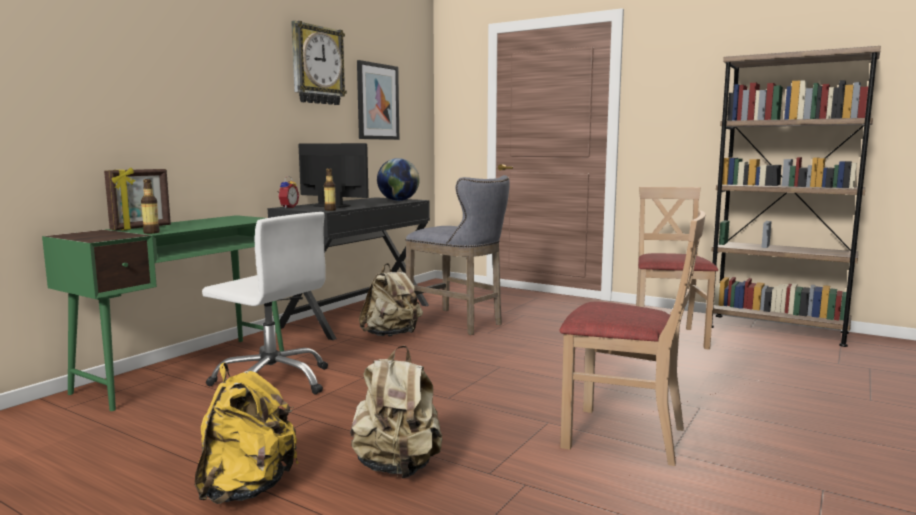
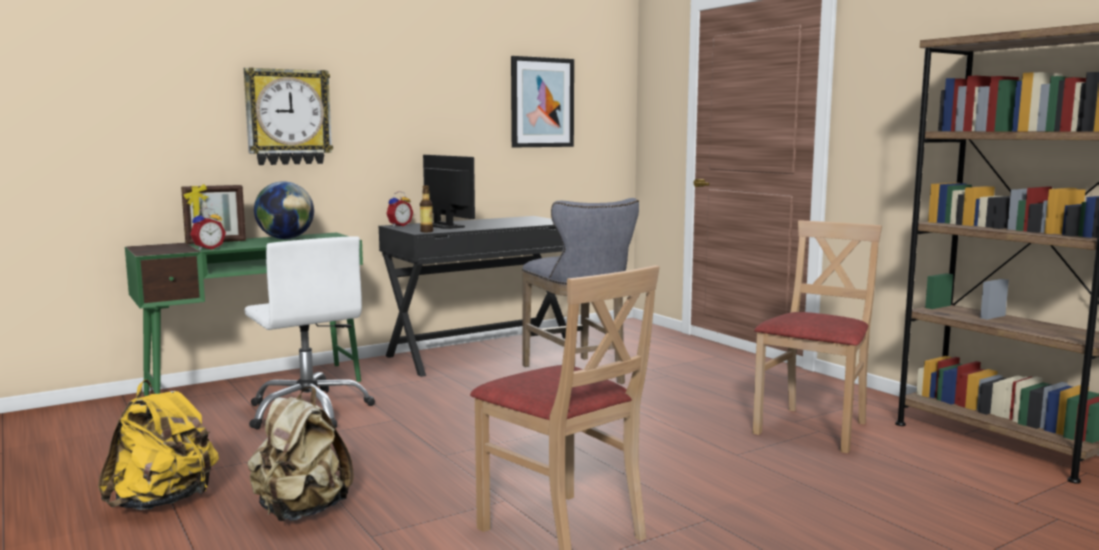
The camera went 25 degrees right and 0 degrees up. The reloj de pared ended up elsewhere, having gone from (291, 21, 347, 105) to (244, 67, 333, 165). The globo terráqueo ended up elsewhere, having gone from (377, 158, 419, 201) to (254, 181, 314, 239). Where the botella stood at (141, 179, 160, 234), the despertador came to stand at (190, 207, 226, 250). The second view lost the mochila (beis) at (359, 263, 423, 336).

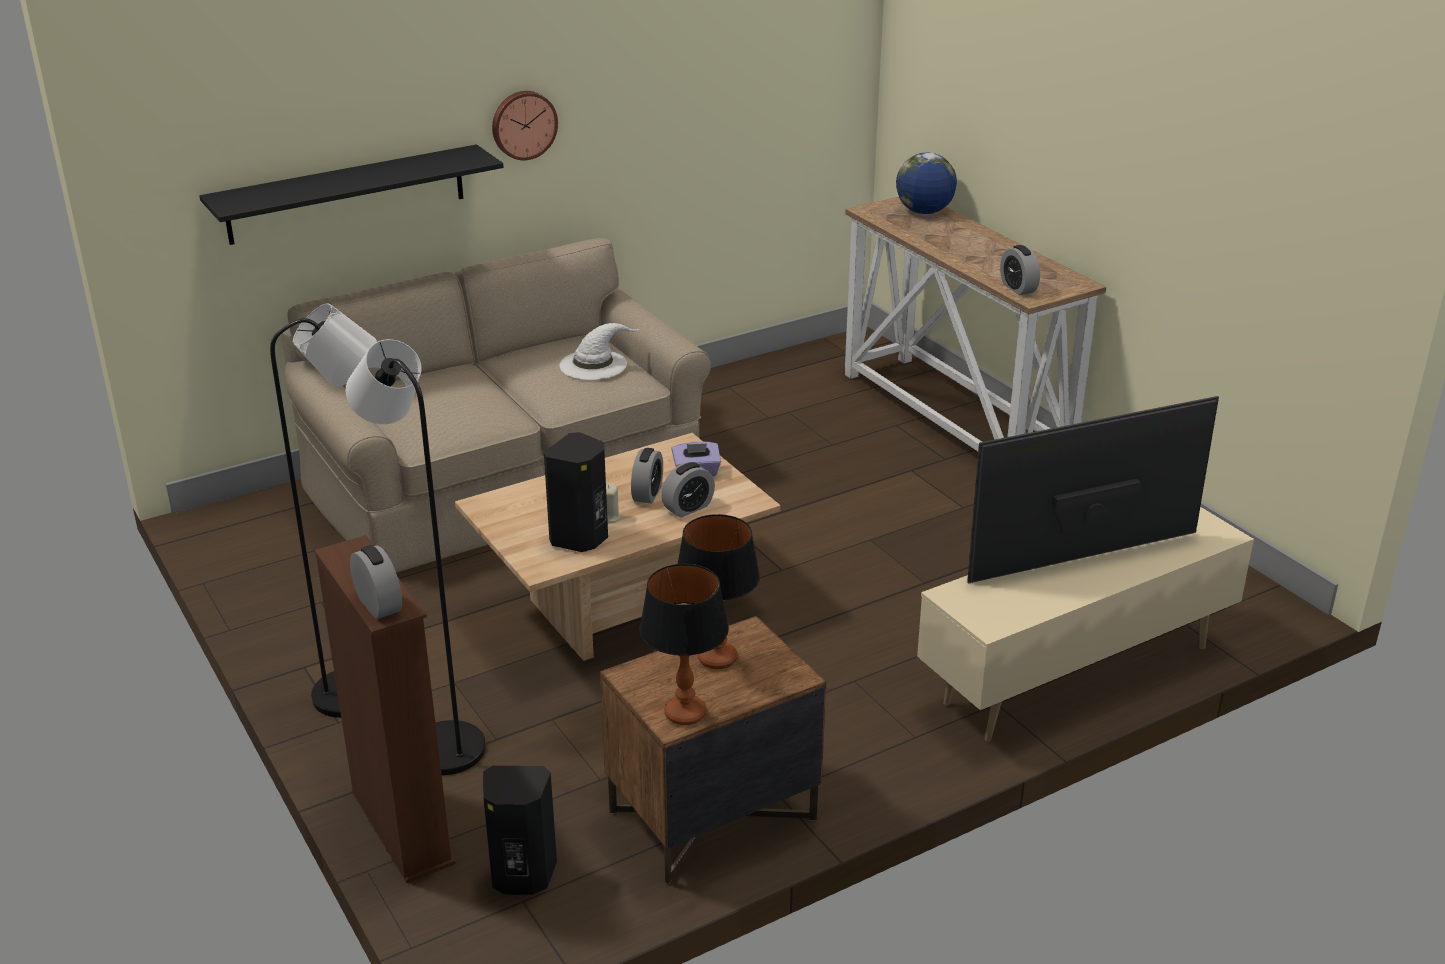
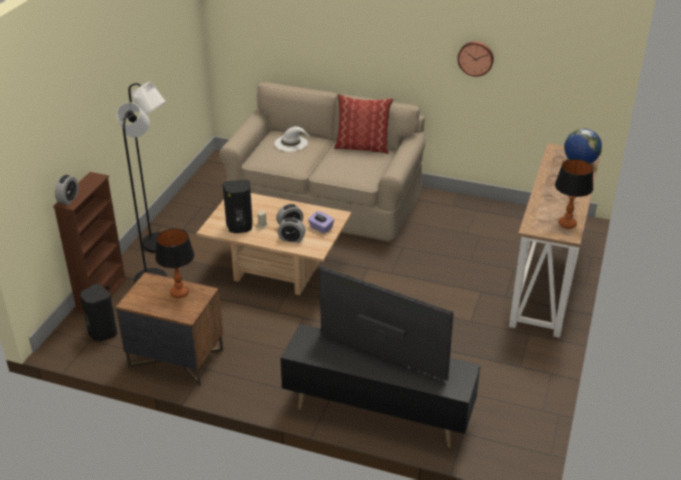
The camera went 50 degrees right and 5 degrees up. The reloj de pared ended up elsewhere, having gone from (492, 91, 558, 160) to (457, 41, 494, 77). The second view lost the estante (negro) at (199, 144, 503, 245). The second view lost the despertador at (1000, 245, 1040, 295). The sombrero (blanco) ended up elsewhere, having gone from (559, 323, 639, 380) to (274, 126, 311, 152). What was the mueble de televisión (beis) at (917, 507, 1254, 742) turned into the mueble de televisión (negro) at (280, 324, 480, 448). The lámpara de mesa ended up elsewhere, having gone from (639, 564, 729, 725) to (555, 159, 593, 229). The second view gained the cojín at (334, 94, 393, 154).

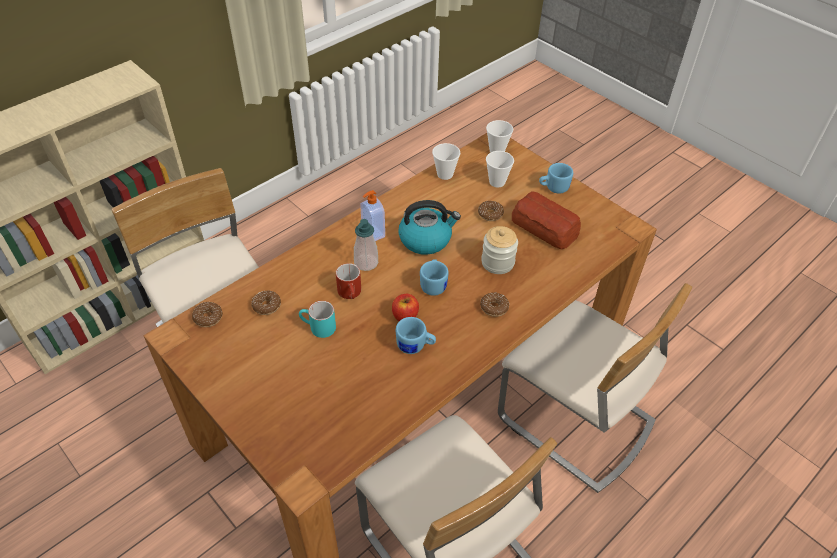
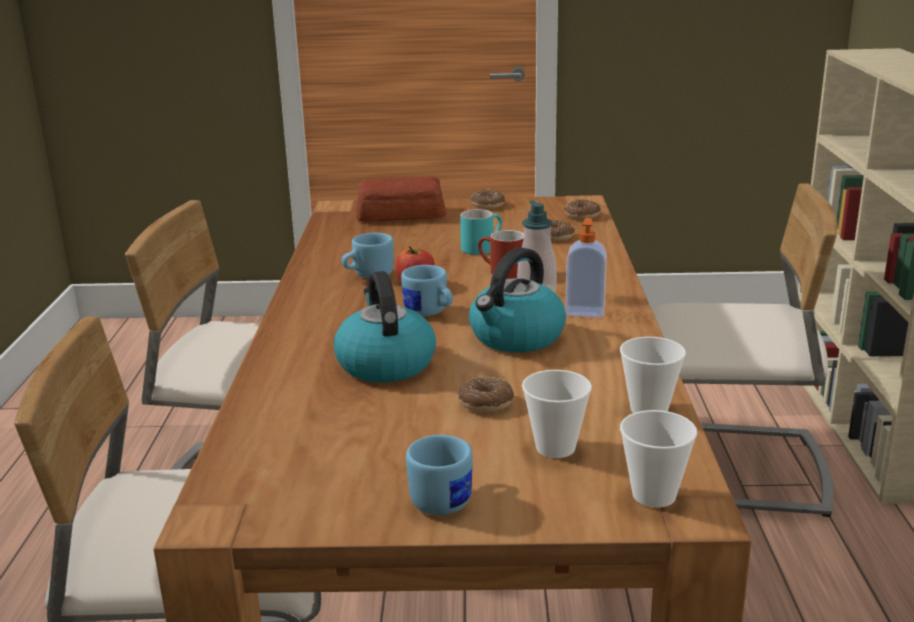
The camera went 135 degrees right and 25 degrees down. The pan ended up elsewhere, having gone from (512, 191, 581, 250) to (356, 176, 446, 221). Where the tarro stood at (481, 226, 518, 274), the hervidor came to stand at (334, 271, 436, 383). The rosquilla ended up elsewhere, having gone from (480, 292, 509, 317) to (471, 190, 505, 209).

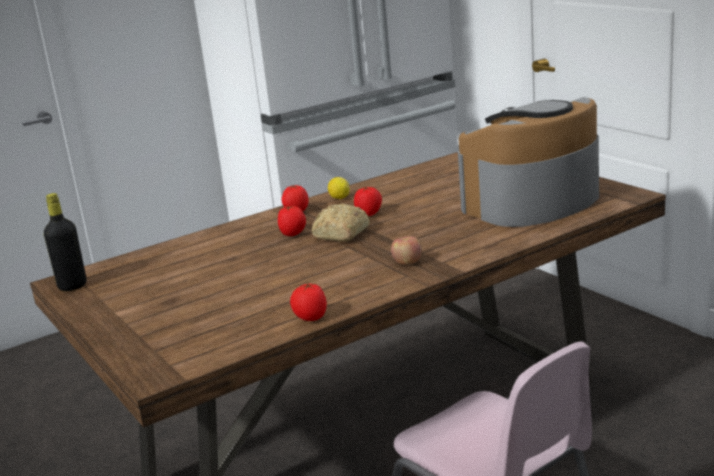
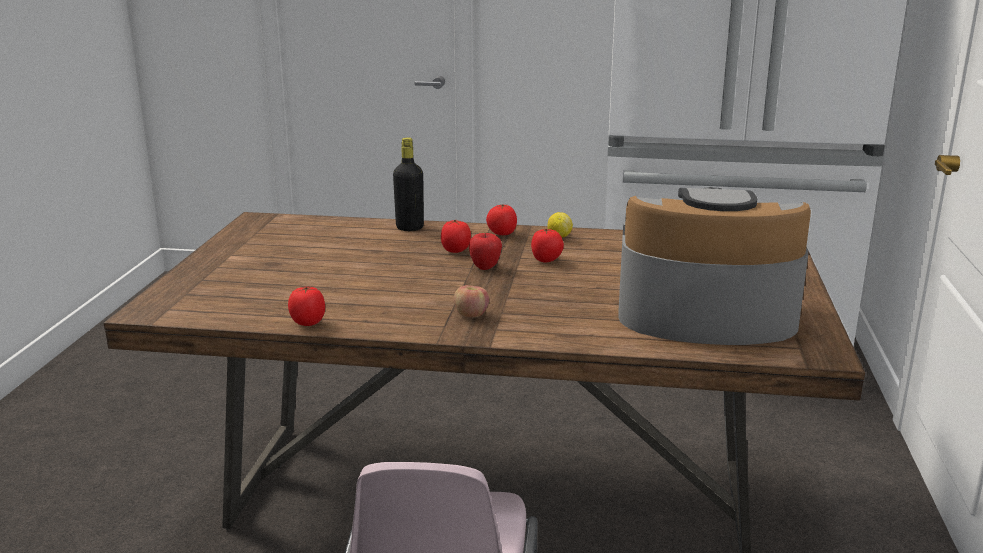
The camera went 40 degrees right and 0 degrees up. The botella (negro) ended up elsewhere, having gone from (44, 193, 87, 291) to (393, 137, 424, 231). Where the pan stood at (312, 203, 370, 242), the manzana came to stand at (469, 233, 502, 270).

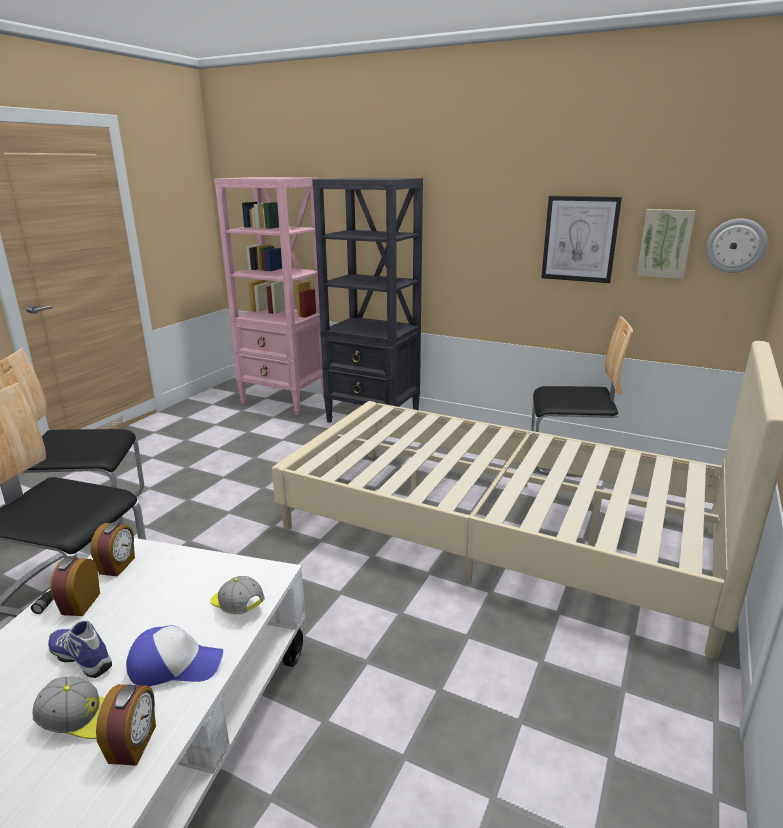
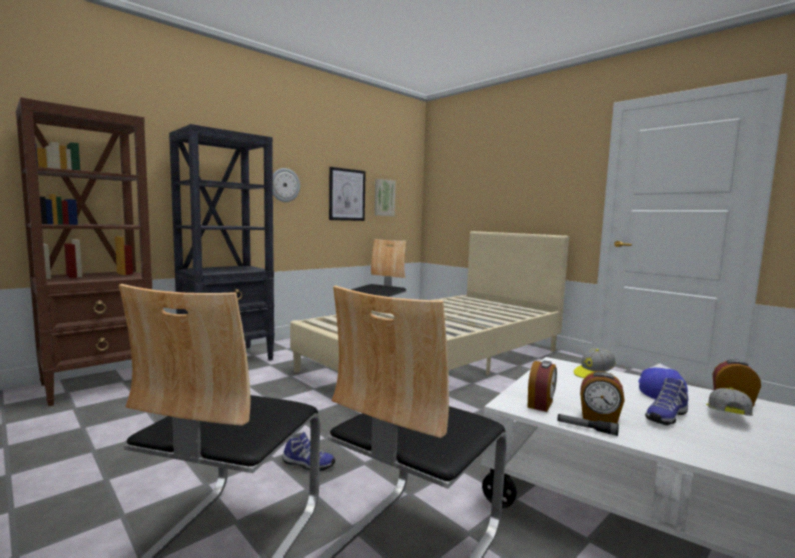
The camera went 70 degrees left and 15 degrees down. What was the estantería (rosa) at (214, 177, 324, 415) turned into the estantería (marrón) at (16, 97, 152, 406). The reloj de pared ended up elsewhere, having gone from (706, 219, 767, 273) to (273, 168, 300, 202). The despertador at (90, 522, 135, 576) ended up facing another way, 90 degrees clockwise from before. The second view gained the zapato at (282, 432, 335, 472).

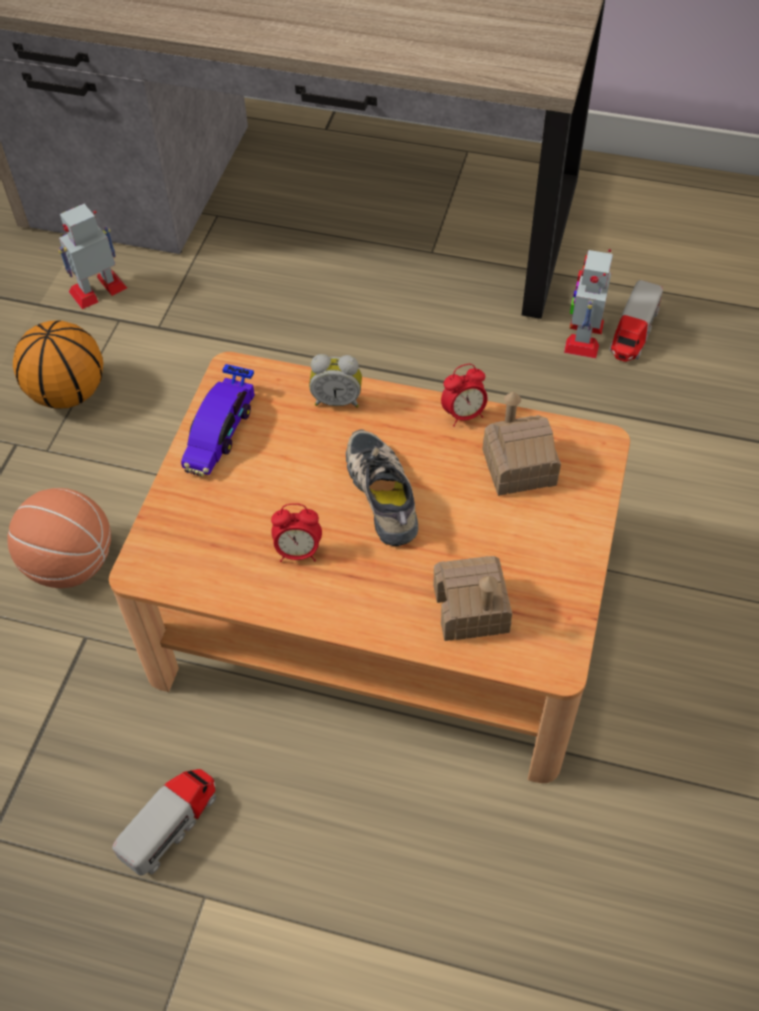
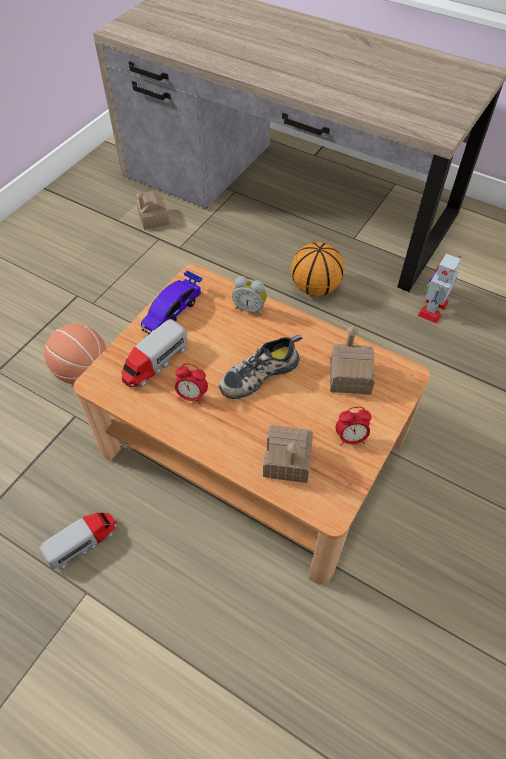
The camera went 15 degrees right and 0 degrees up. Where the robot de juguete stood at (58, 204, 127, 309), the casita came to stand at (136, 191, 169, 230). The camión de juguete ended up elsewhere, having gone from (609, 280, 663, 362) to (121, 319, 187, 387). The balón de baloncesto ended up elsewhere, having gone from (13, 320, 103, 409) to (291, 242, 344, 296). The despertador ended up elsewhere, having gone from (441, 364, 488, 427) to (335, 407, 372, 446). The zapato at (346, 429, 418, 546) ended up facing another way, 120 degrees counterclockwise from before.

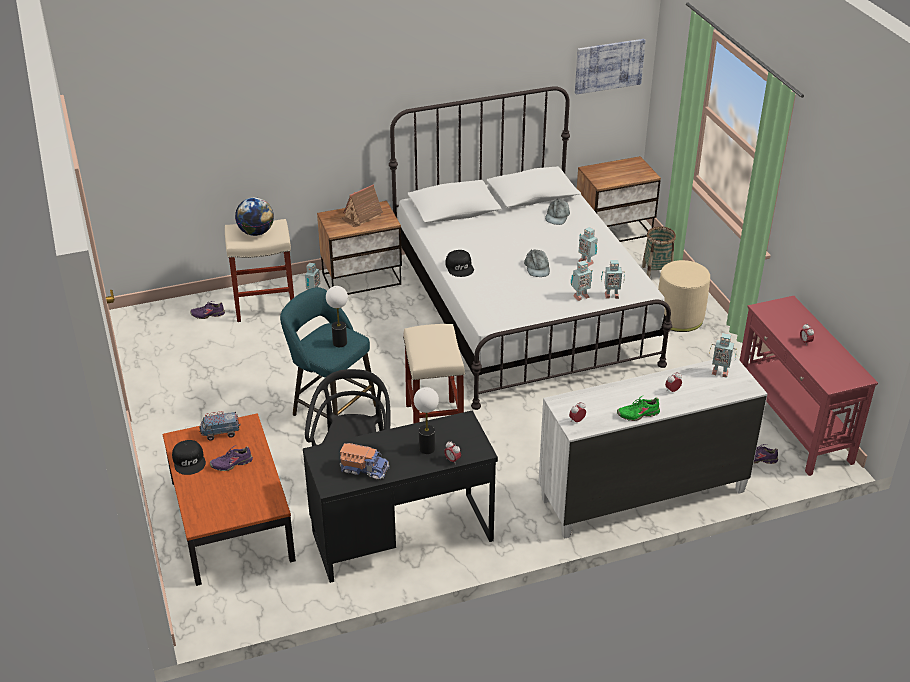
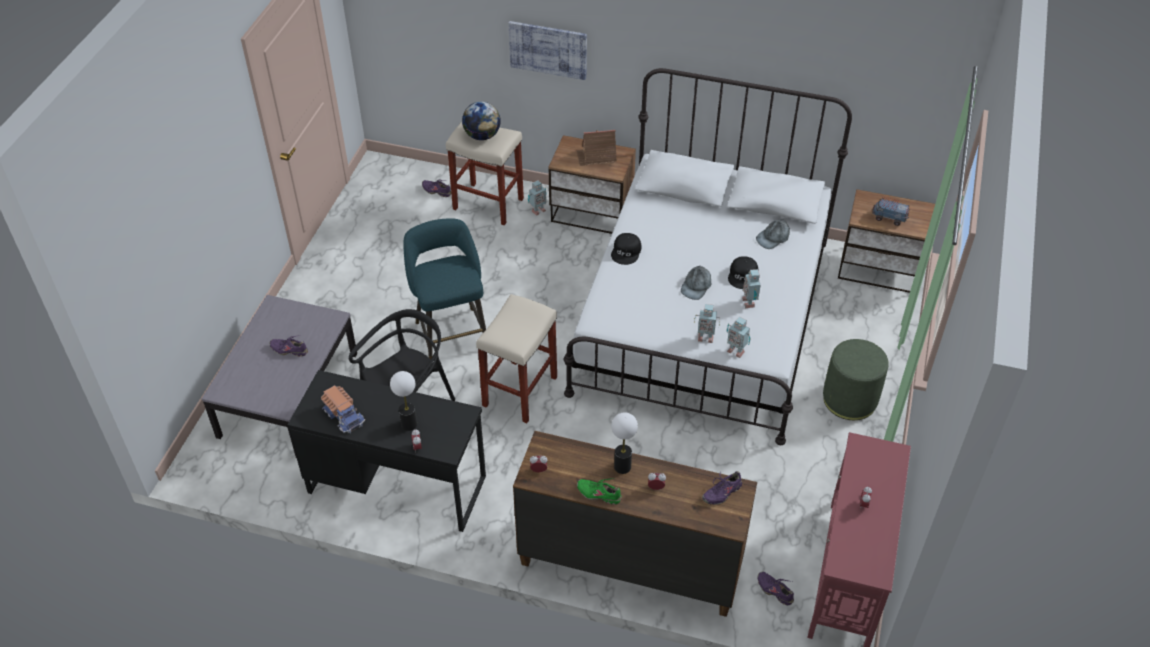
The camera went 35 degrees right and 10 degrees up. The cuadro ended up elsewhere, having gone from (575, 39, 646, 95) to (508, 21, 587, 80). The second view lost the cesta at (642, 226, 676, 278). What was the puf (beis) at (658, 260, 710, 332) turned into the puf (verde) at (823, 339, 889, 420). The lámpara de mesa ended up elsewhere, having gone from (326, 286, 348, 347) to (611, 412, 638, 474). Where the robot de juguete stood at (709, 333, 737, 378), the zapato (morado) came to stand at (702, 471, 742, 505). What was the cómoda (blanco) at (538, 355, 767, 539) turned into the cómoda (marrón) at (513, 431, 757, 617). The camión de juguete ended up elsewhere, having gone from (199, 411, 241, 441) to (872, 198, 910, 226). What was the mesa de centro (marrón) at (162, 413, 296, 586) turned into the mesa de centro (gris) at (202, 295, 357, 456). The gorra (negro) ended up elsewhere, having gone from (172, 440, 206, 475) to (728, 256, 759, 289).

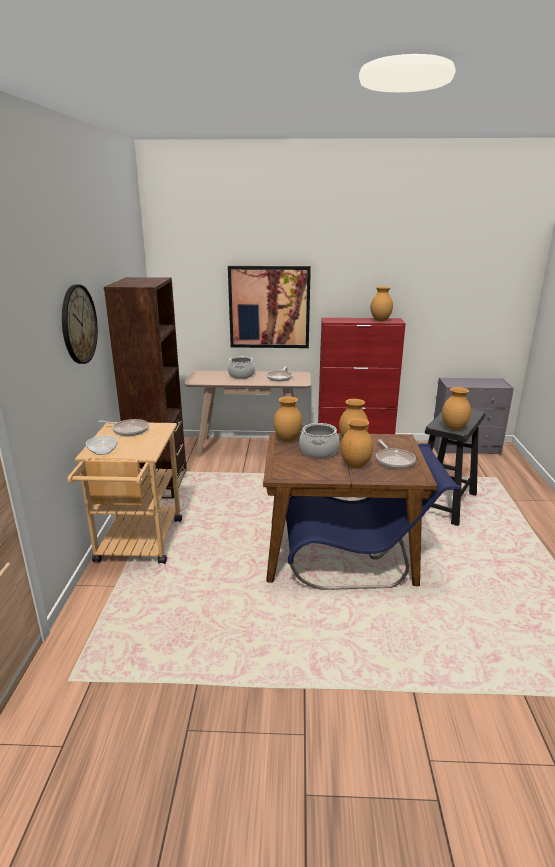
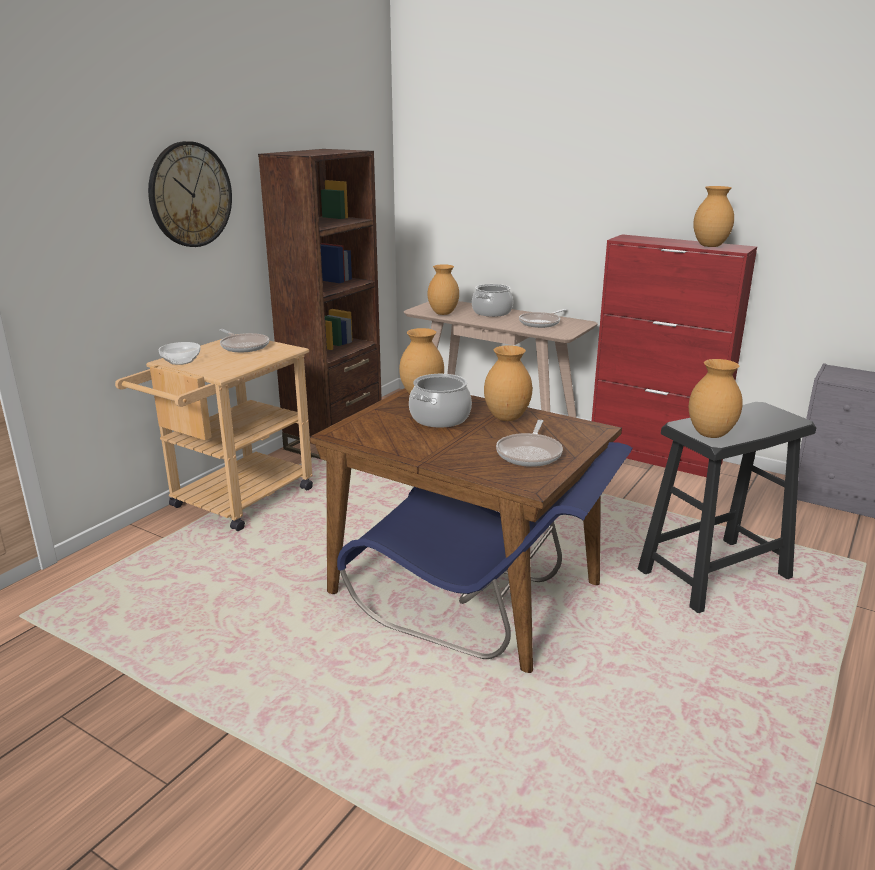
The camera went 30 degrees right and 0 degrees up. The second view lost the cuadro at (228, 266, 311, 348). The florero (marrón) ended up elsewhere, having gone from (340, 418, 373, 469) to (428, 264, 459, 315).

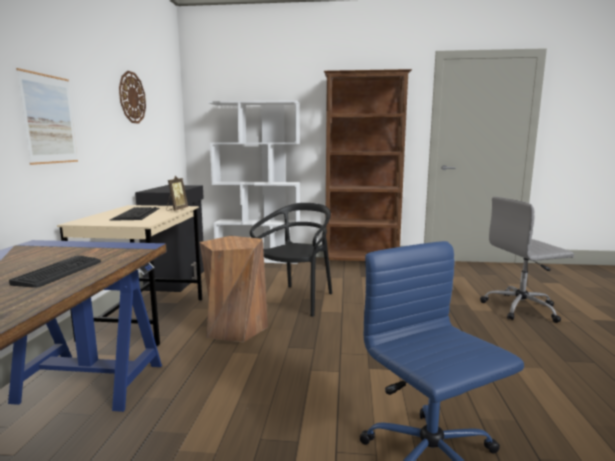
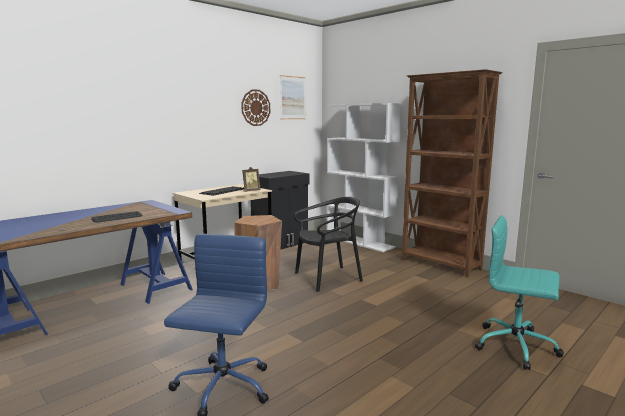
The camera went 40 degrees right and 0 degrees up. The cuadro ended up elsewhere, having gone from (16, 68, 78, 165) to (280, 75, 306, 119). What was the silla de oficina (gris) at (480, 197, 574, 323) turned into the silla de oficina (turquesa) at (475, 215, 564, 370).

